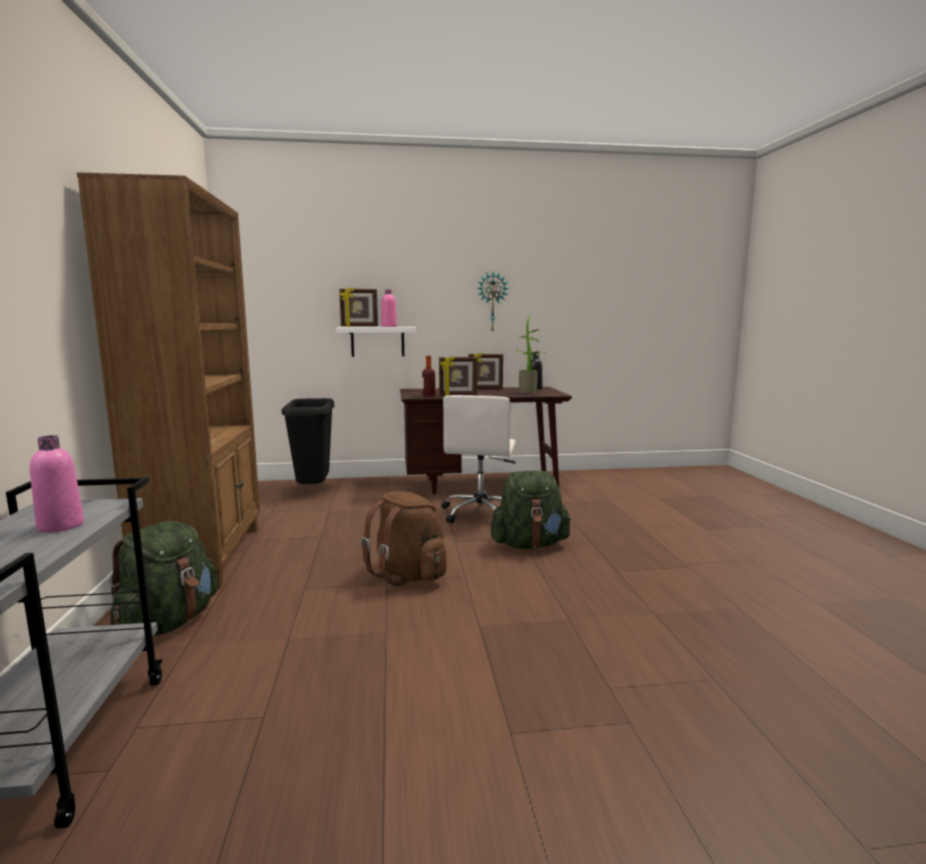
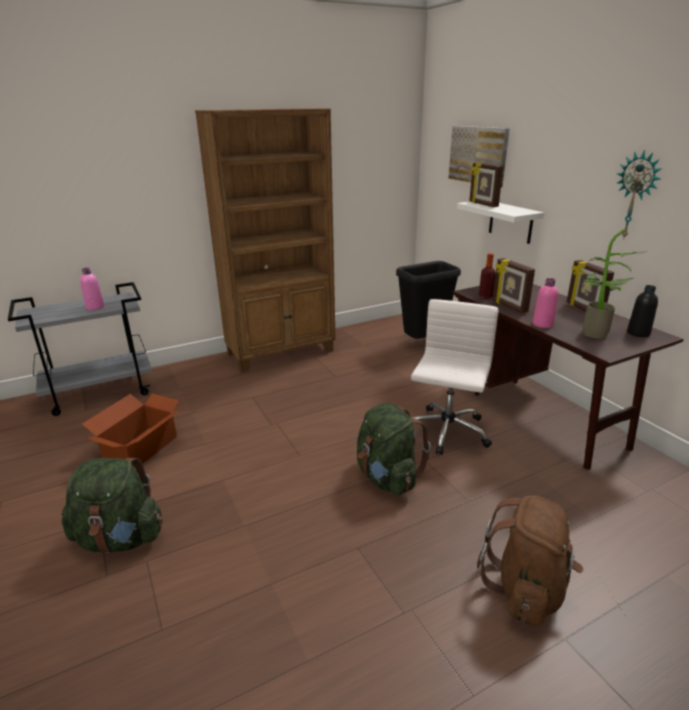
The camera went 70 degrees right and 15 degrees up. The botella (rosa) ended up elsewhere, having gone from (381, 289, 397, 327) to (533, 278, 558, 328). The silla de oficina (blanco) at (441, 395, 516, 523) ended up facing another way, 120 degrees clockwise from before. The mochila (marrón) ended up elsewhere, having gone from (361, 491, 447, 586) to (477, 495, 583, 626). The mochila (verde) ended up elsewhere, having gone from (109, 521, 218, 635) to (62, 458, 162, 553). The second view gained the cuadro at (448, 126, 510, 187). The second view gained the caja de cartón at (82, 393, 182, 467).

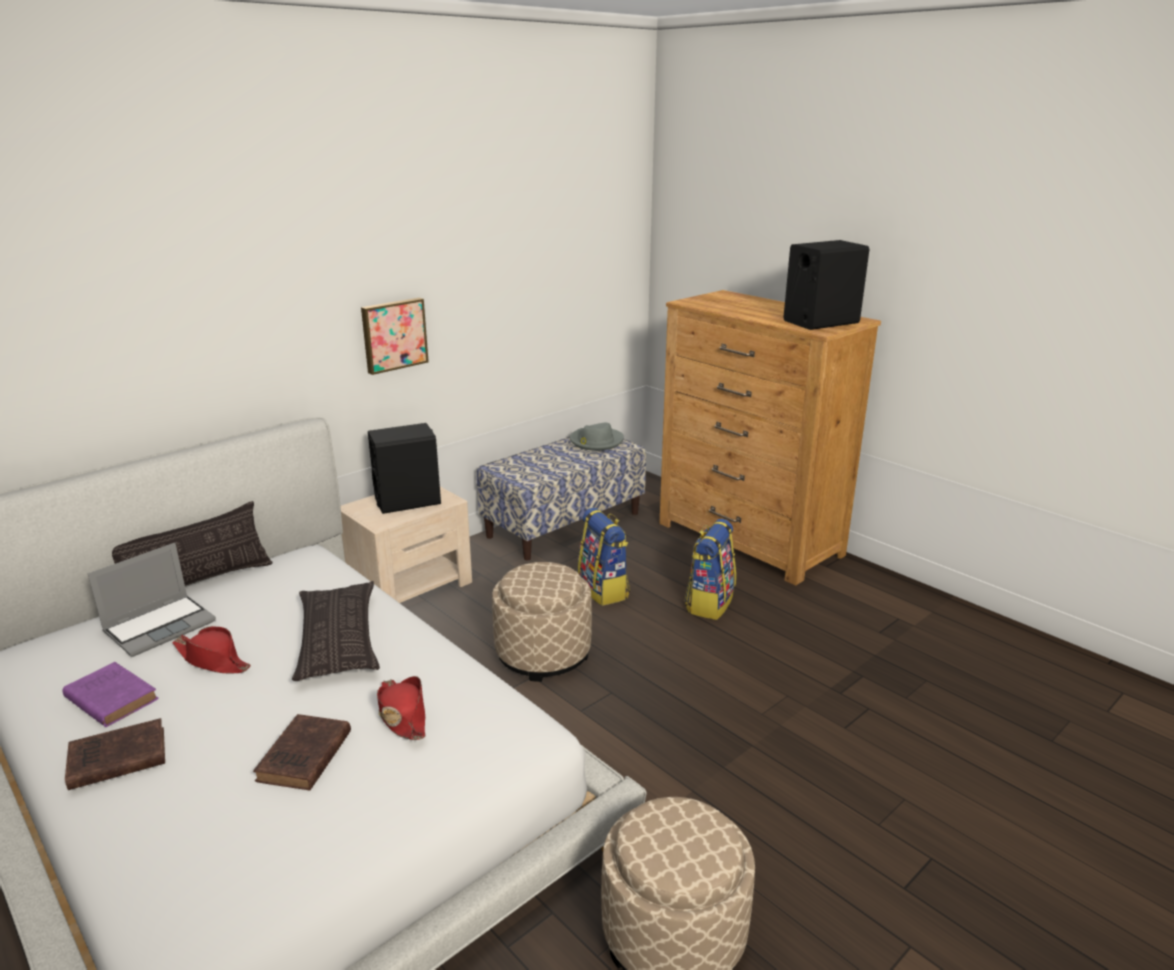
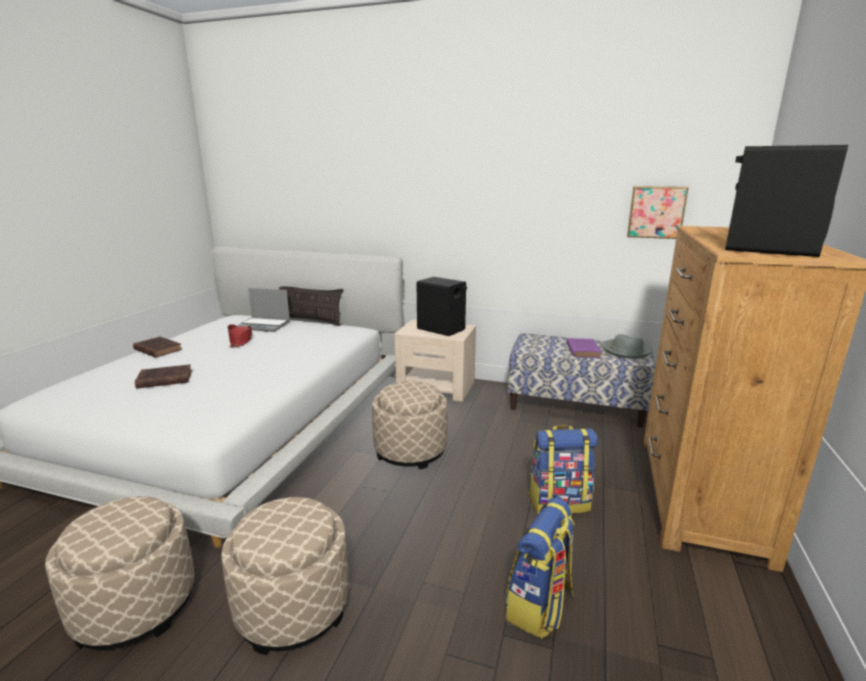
The camera went 60 degrees right and 5 degrees down. The cuadro ended up elsewhere, having gone from (361, 298, 429, 375) to (627, 186, 689, 239). The mochila ended up elsewhere, having gone from (578, 508, 630, 606) to (506, 498, 575, 639). The second view lost the cojín at (292, 581, 380, 681). The libro (morado) ended up elsewhere, having gone from (63, 662, 159, 727) to (567, 338, 602, 358). The second view lost the sombrero (rojo) at (377, 676, 426, 740). The second view gained the puf (beis) at (222, 497, 349, 655).

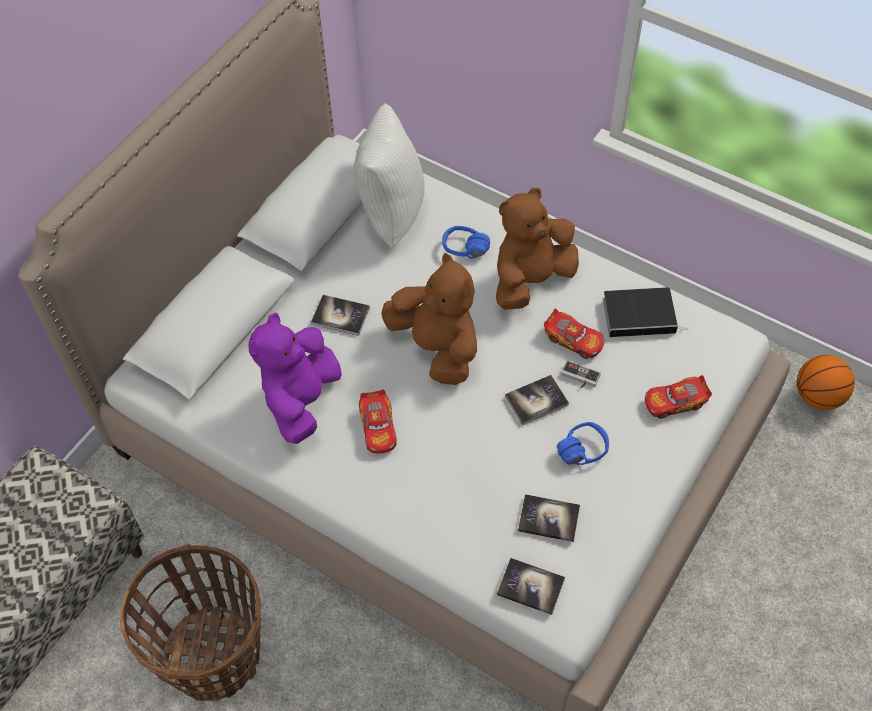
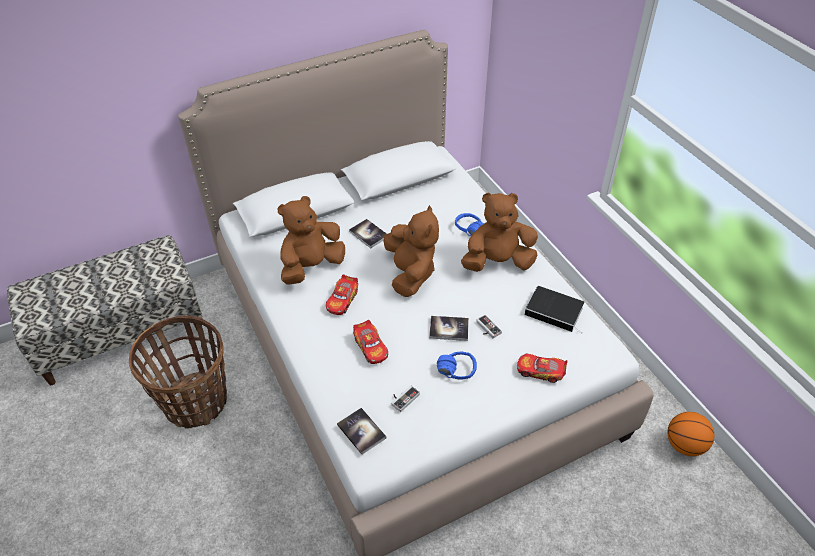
The camera went 30 degrees right and 10 degrees down. The second view lost the cojín (blanco) at (354, 103, 425, 248). The coche de juguete ended up elsewhere, having gone from (544, 309, 604, 359) to (353, 320, 388, 364). What was the peluche (morado) at (249, 313, 342, 444) turned into the peluche (marrón) at (278, 196, 345, 285). Where the libro stood at (518, 494, 580, 542), the mando de consola came to stand at (391, 386, 420, 412).

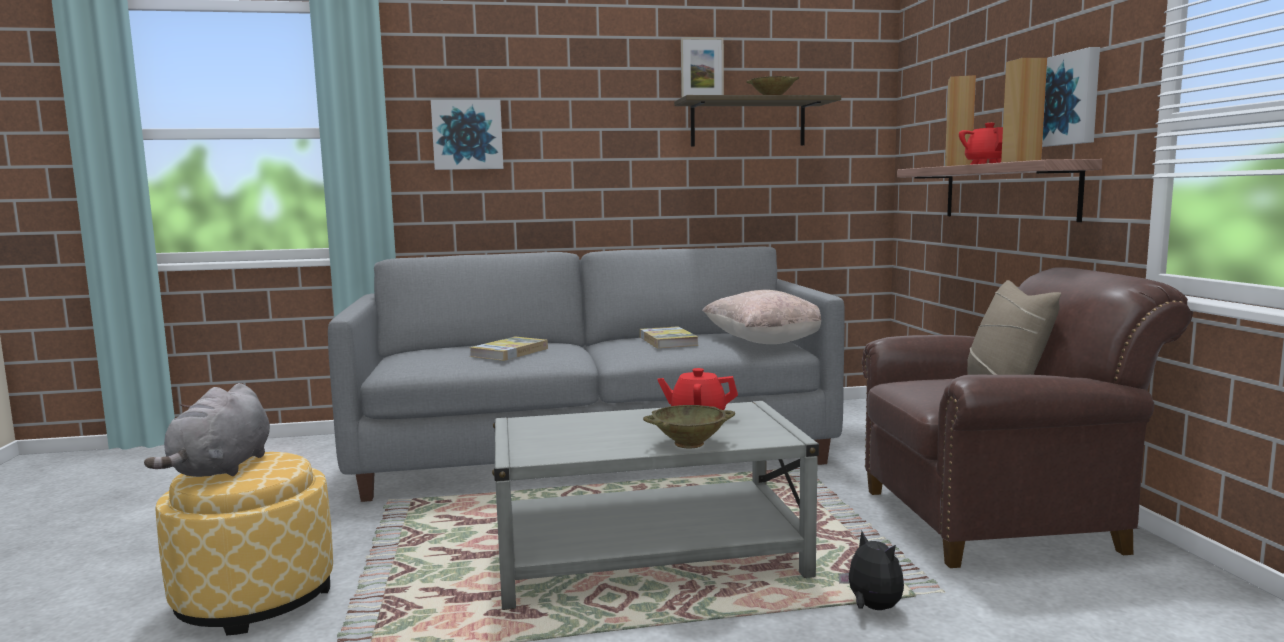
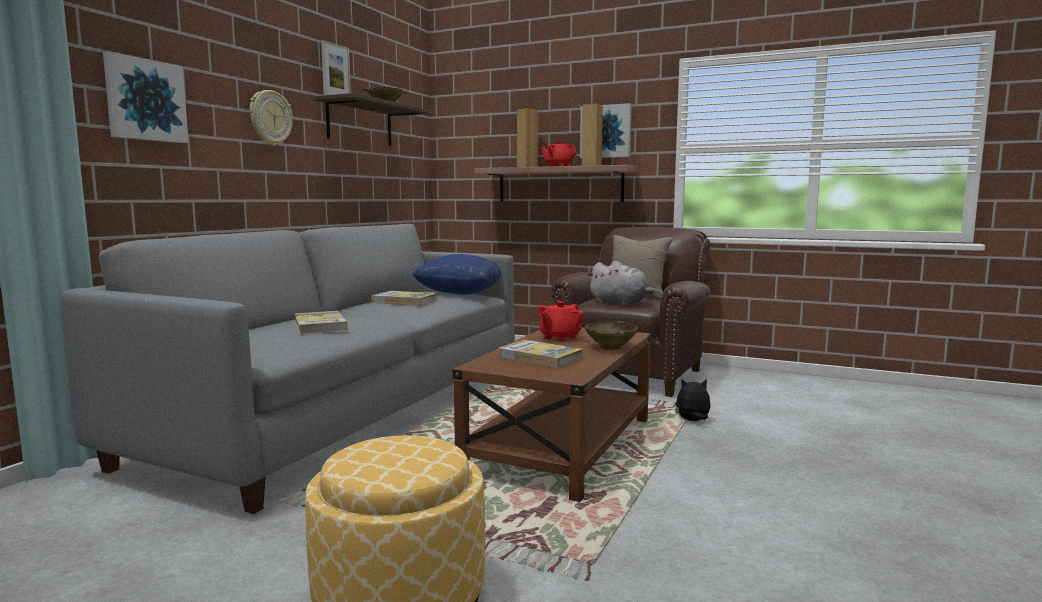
The camera went 55 degrees left and 0 degrees up. What was the cojín (beis) at (702, 290, 821, 344) turned into the cojín (azul) at (412, 254, 501, 295). The peluche (gris) ended up elsewhere, having gone from (144, 383, 270, 477) to (587, 261, 653, 306). What was the mesa de centro (gris) at (492, 401, 819, 610) turned into the mesa de centro (marrón) at (453, 327, 652, 502). The second view gained the reloj de pared at (250, 90, 293, 146). The second view gained the libro at (498, 340, 583, 368).

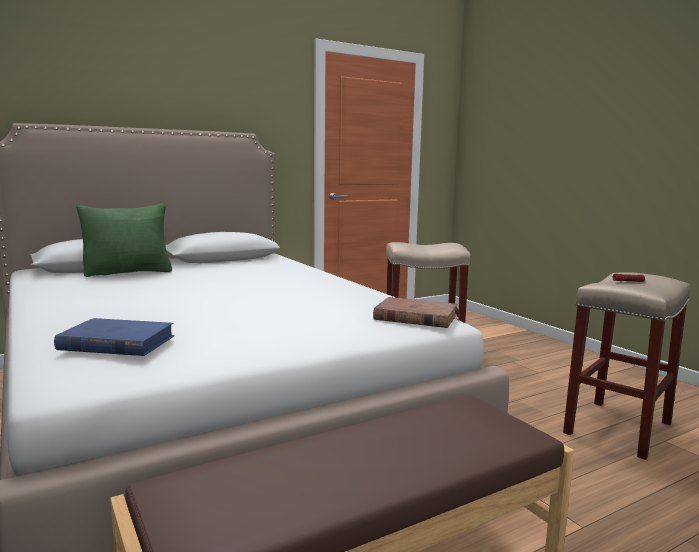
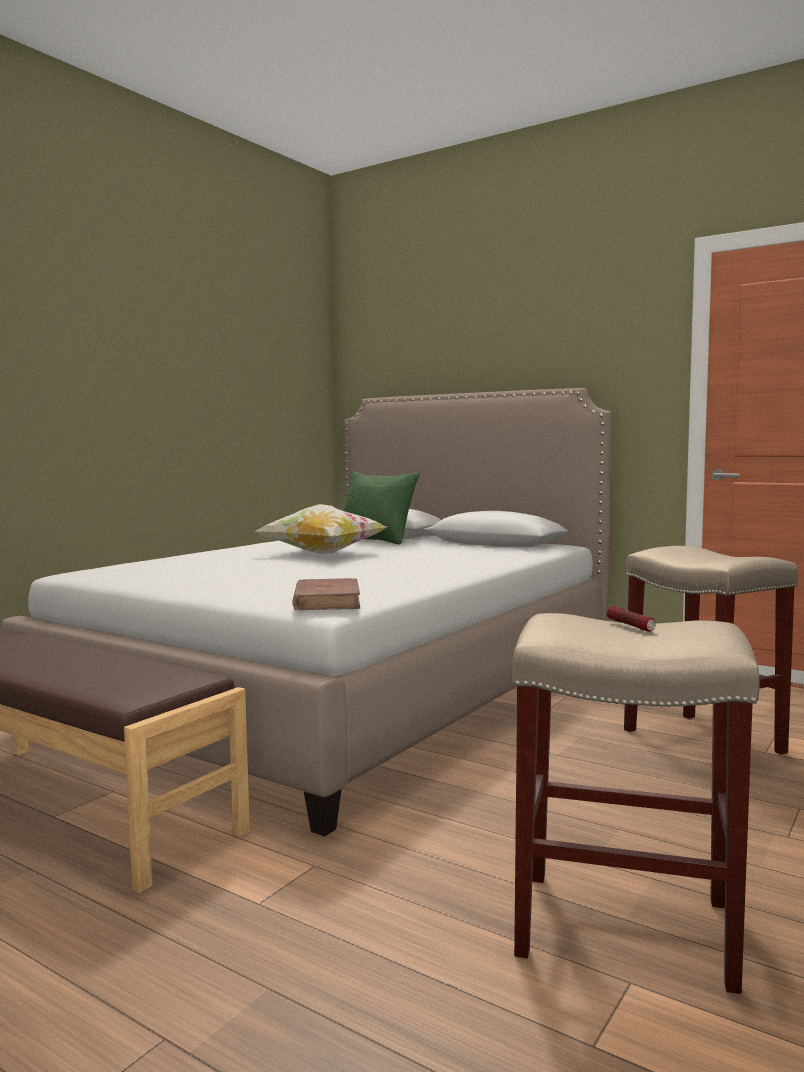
The camera went 65 degrees right and 5 degrees down. The second view lost the libro (azul) at (54, 318, 174, 356). The second view gained the cojín at (255, 504, 387, 554).

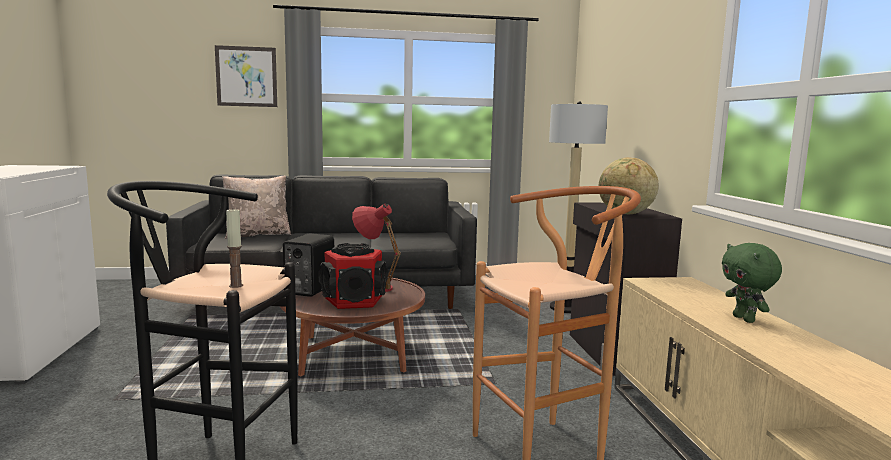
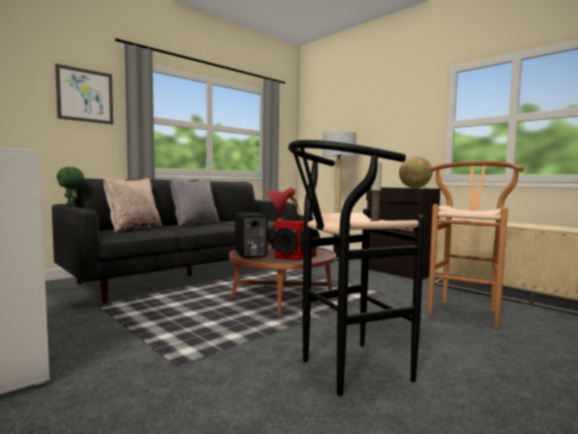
The camera went 35 degrees left and 5 degrees down. The peluche (verde) ended up elsewhere, having gone from (722, 243, 782, 323) to (56, 167, 85, 206). The second view gained the cojín (gris) at (170, 179, 220, 227).

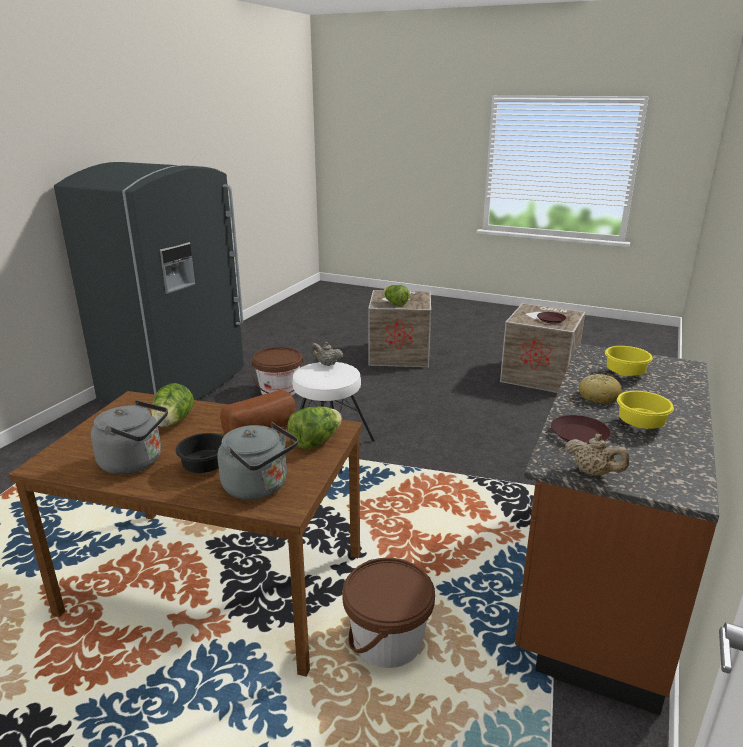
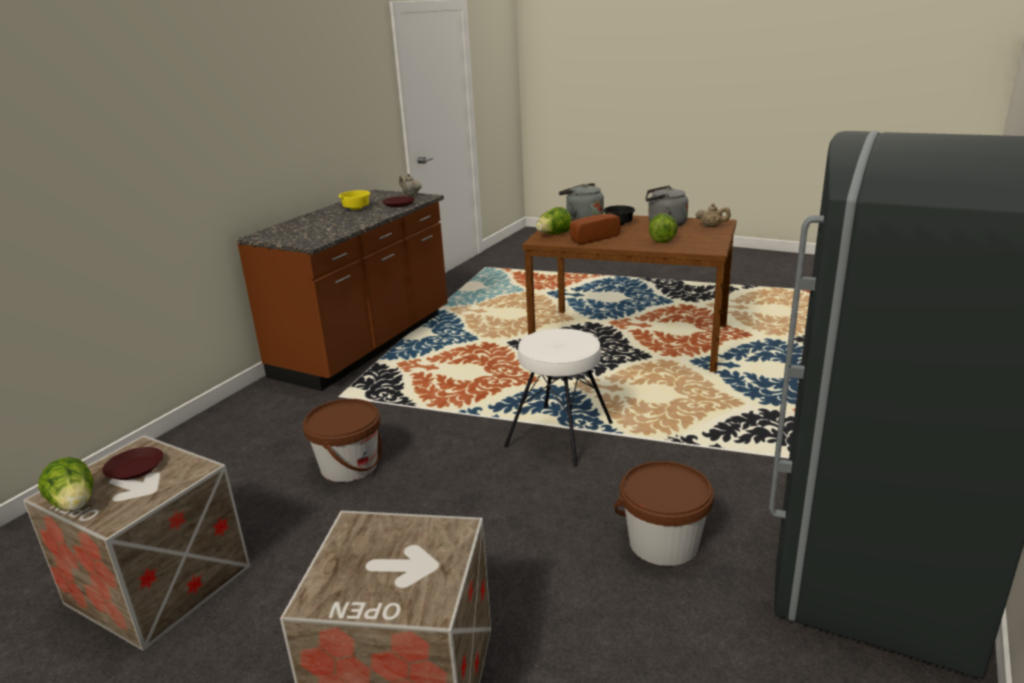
The camera went 175 degrees left and 0 degrees up. The lechuga ended up elsewhere, having gone from (383, 285, 409, 306) to (38, 457, 94, 511). The tetera (beis) ended up elsewhere, having gone from (311, 342, 343, 366) to (696, 203, 731, 227). The second view lost the cuenco (amarillo) at (605, 346, 653, 376). The second view lost the pan at (579, 374, 622, 404). The cubo (marrón) ended up elsewhere, having gone from (342, 558, 435, 668) to (303, 399, 382, 482).

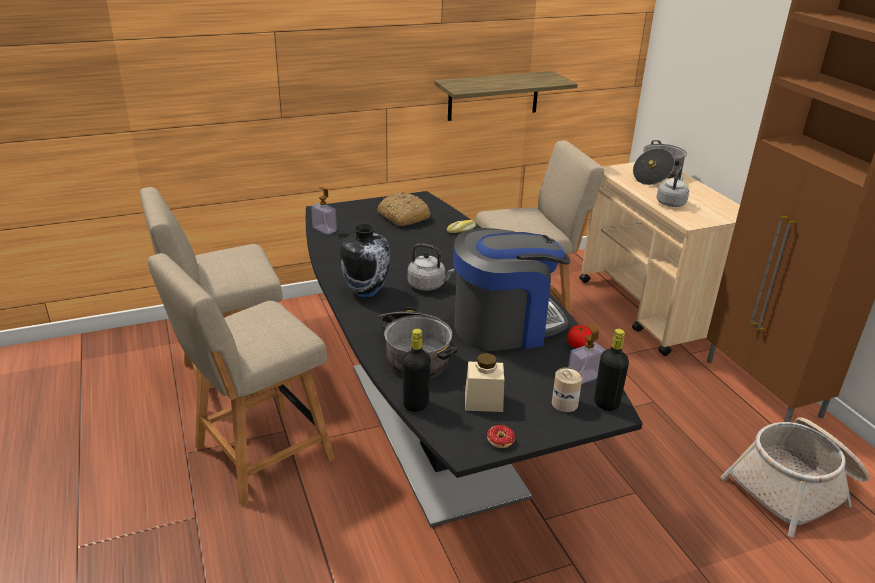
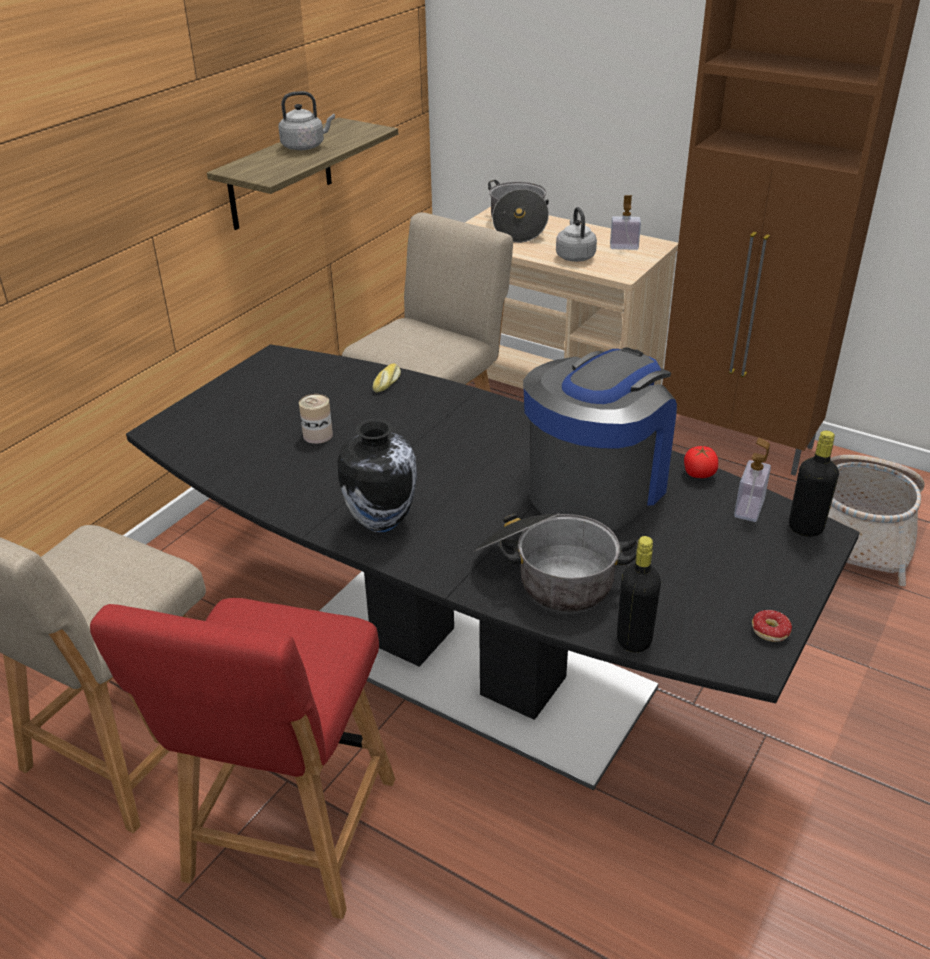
The camera went 35 degrees left and 5 degrees up. The dispensador de jabón ended up elsewhere, having gone from (311, 187, 337, 235) to (610, 195, 641, 250). The second view lost the pan at (377, 193, 431, 226). The hervidor (gris) ended up elsewhere, having gone from (407, 243, 454, 291) to (278, 91, 335, 150). What was the silla (beis) at (148, 253, 335, 506) turned into the silla (rojo) at (90, 598, 395, 919). The second view lost the tarro (beis) at (465, 353, 504, 412). The lata ended up elsewhere, having gone from (552, 367, 583, 412) to (299, 394, 333, 444).

